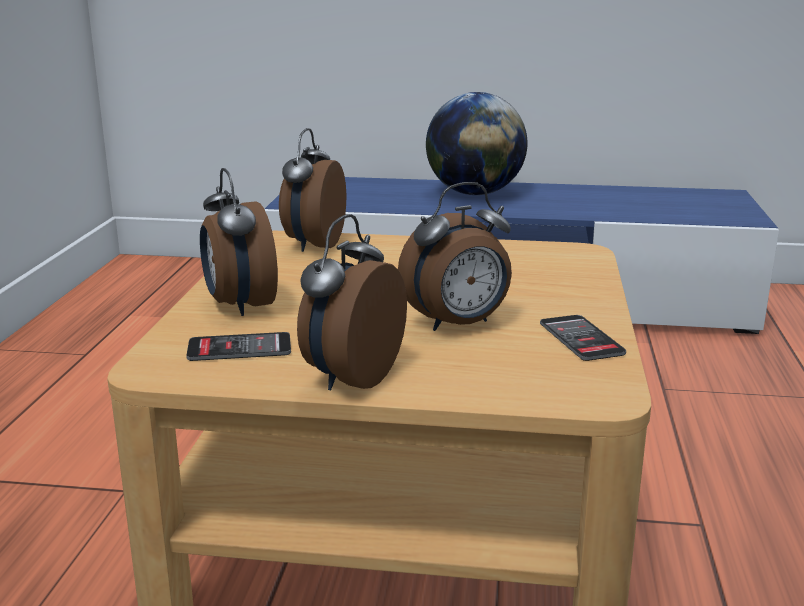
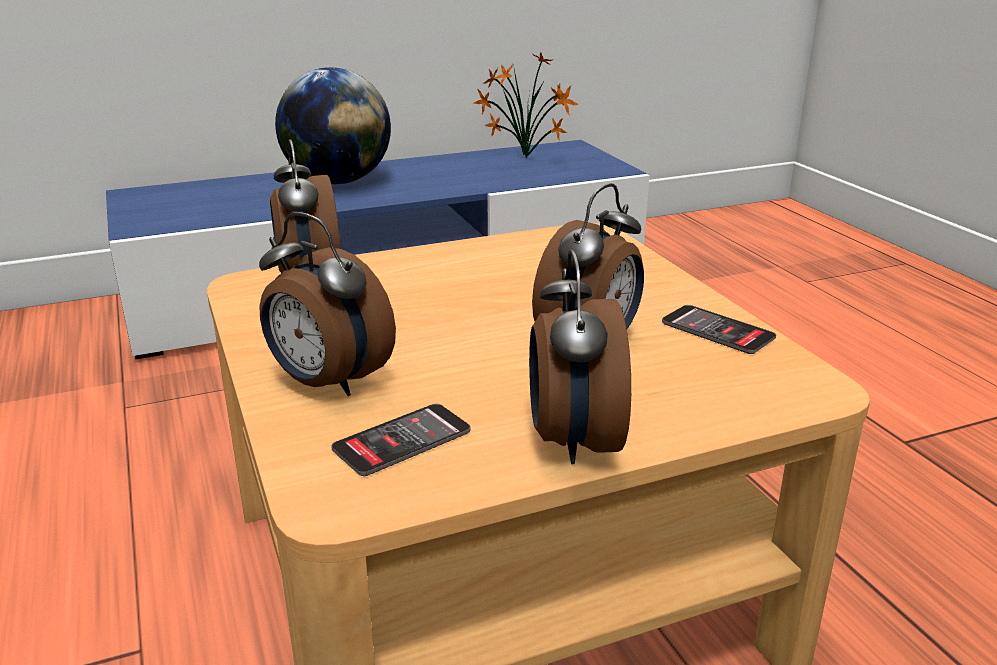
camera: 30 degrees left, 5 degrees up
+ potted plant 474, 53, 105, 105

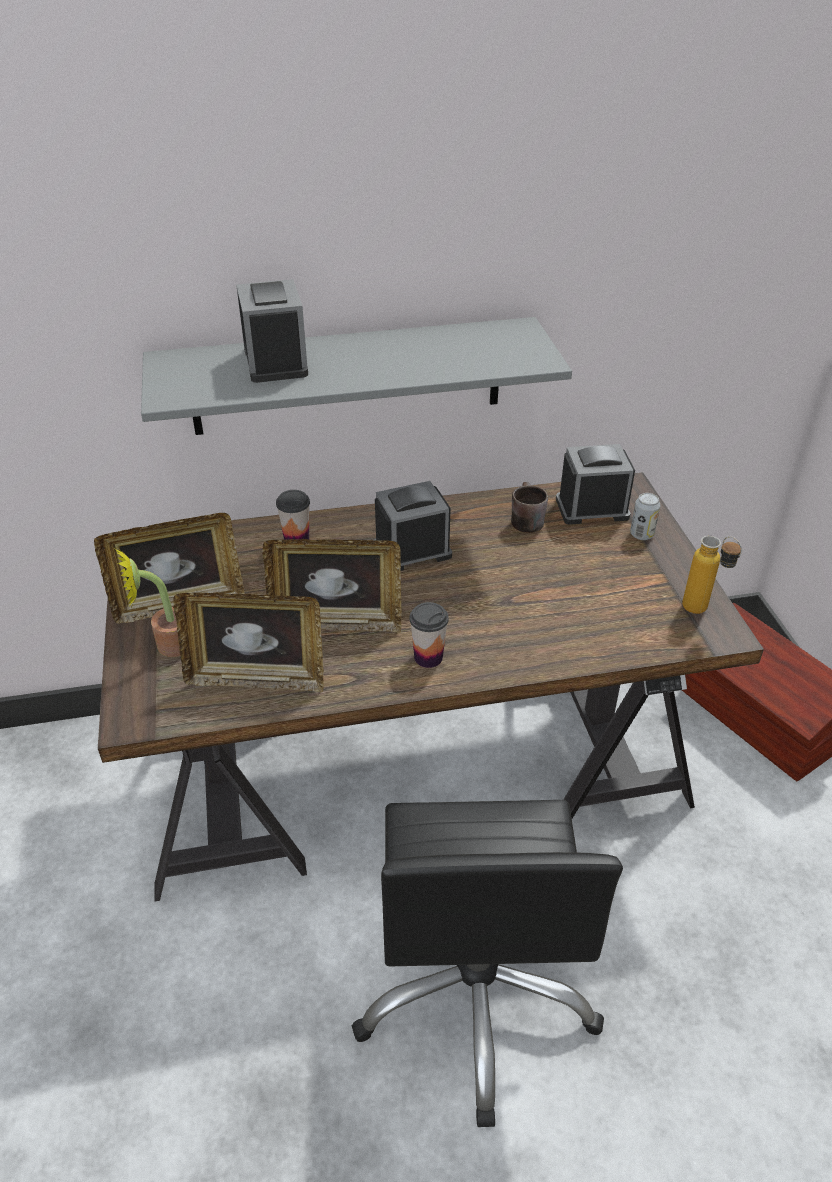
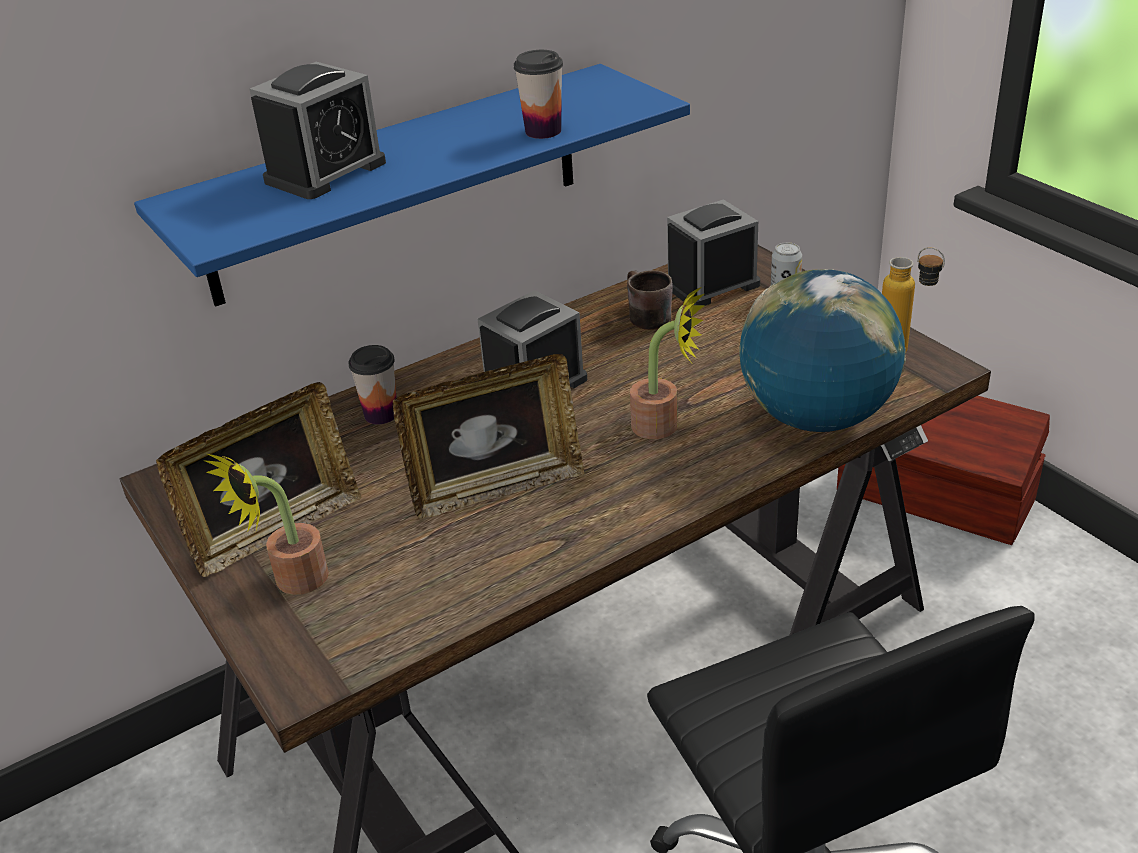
camera: 20 degrees left, 5 degrees down
~ shelf (grey) 141, 317, 431, 118 to shelf (blue) 134, 64, 556, 242
- picture frame 173, 592, 151, 101
~ alarm clock 236, 279, 72, 104 = 249, 62, 137, 137 75 degrees clockwise
~ cup 409, 602, 40, 66 to 514, 50, 49, 89
+ potted plant 630, 287, 75, 152
+ globe 739, 269, 167, 163

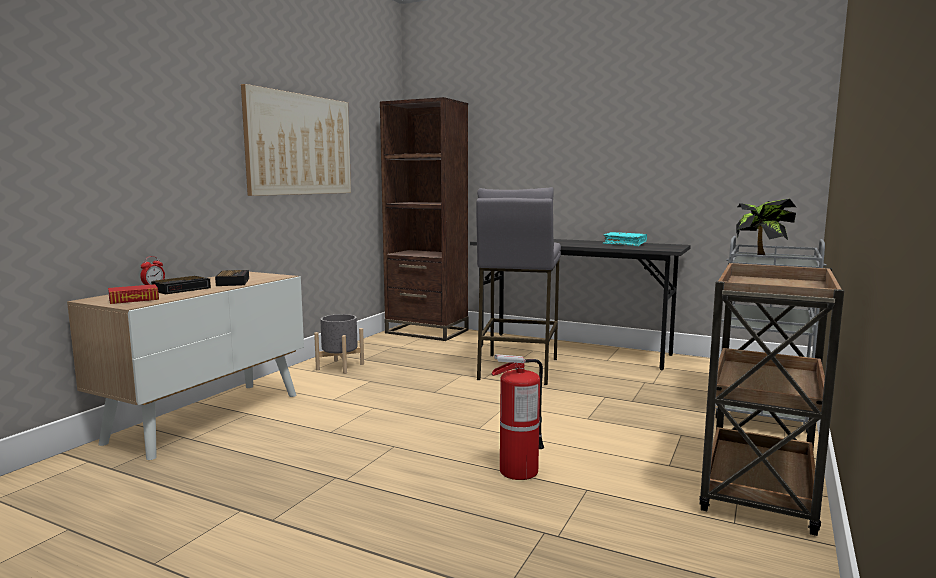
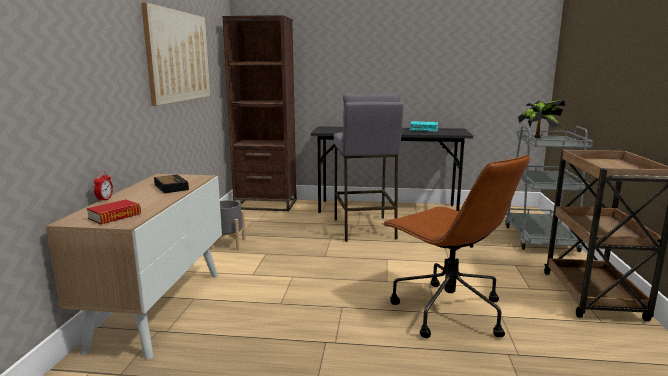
camera: 20 degrees left, 5 degrees up
- alarm clock 151, 276, 60, 18
~ fire extinguisher 491, 354, 53, 126 to office chair (brown) 382, 154, 148, 184

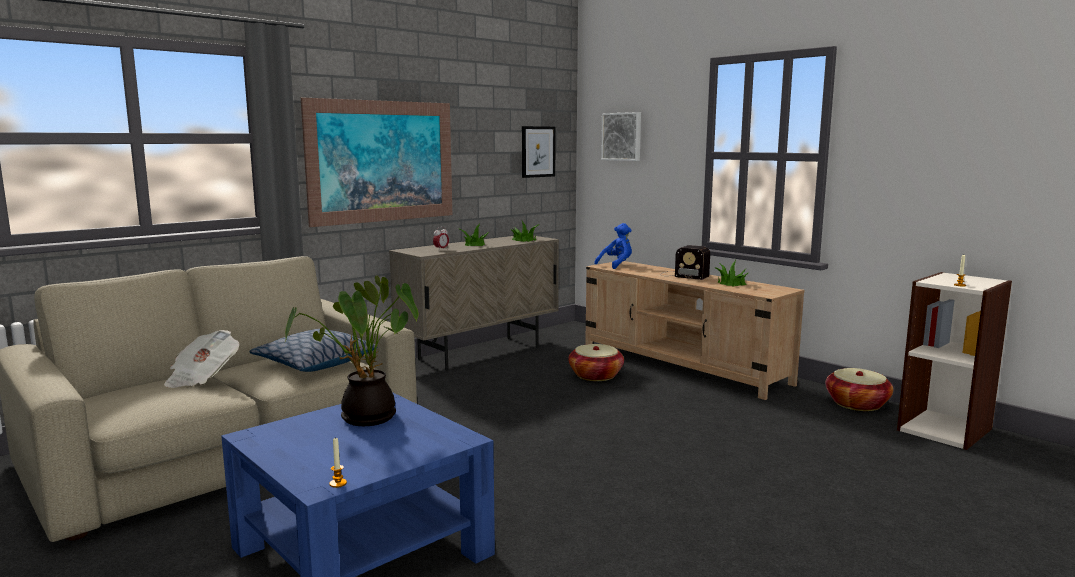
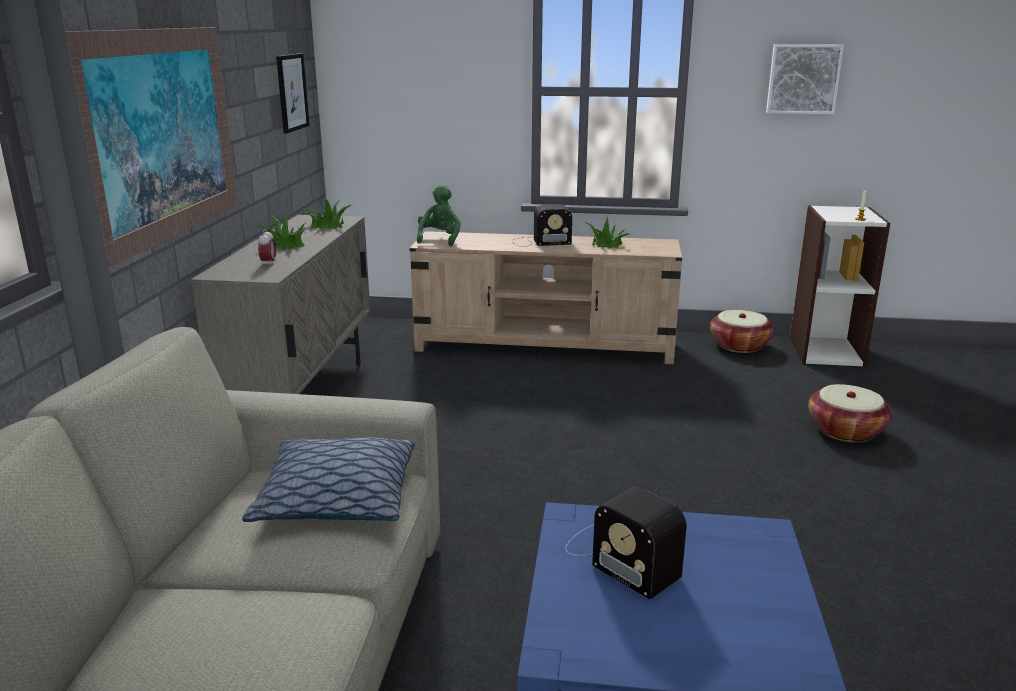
camera: 40 degrees left, 10 degrees up
- newspaper 164, 330, 75, 58
~ potted plant 285, 275, 134, 151 to radio 565, 487, 121, 113
- candle 329, 437, 18, 51
~ basket 568, 344, 56, 37 to 808, 384, 84, 58
~ plush toy (blue) 595, 223, 37, 46 to plush toy (green) 417, 185, 44, 61
~ picture 601, 112, 40, 49 to 766, 44, 78, 70

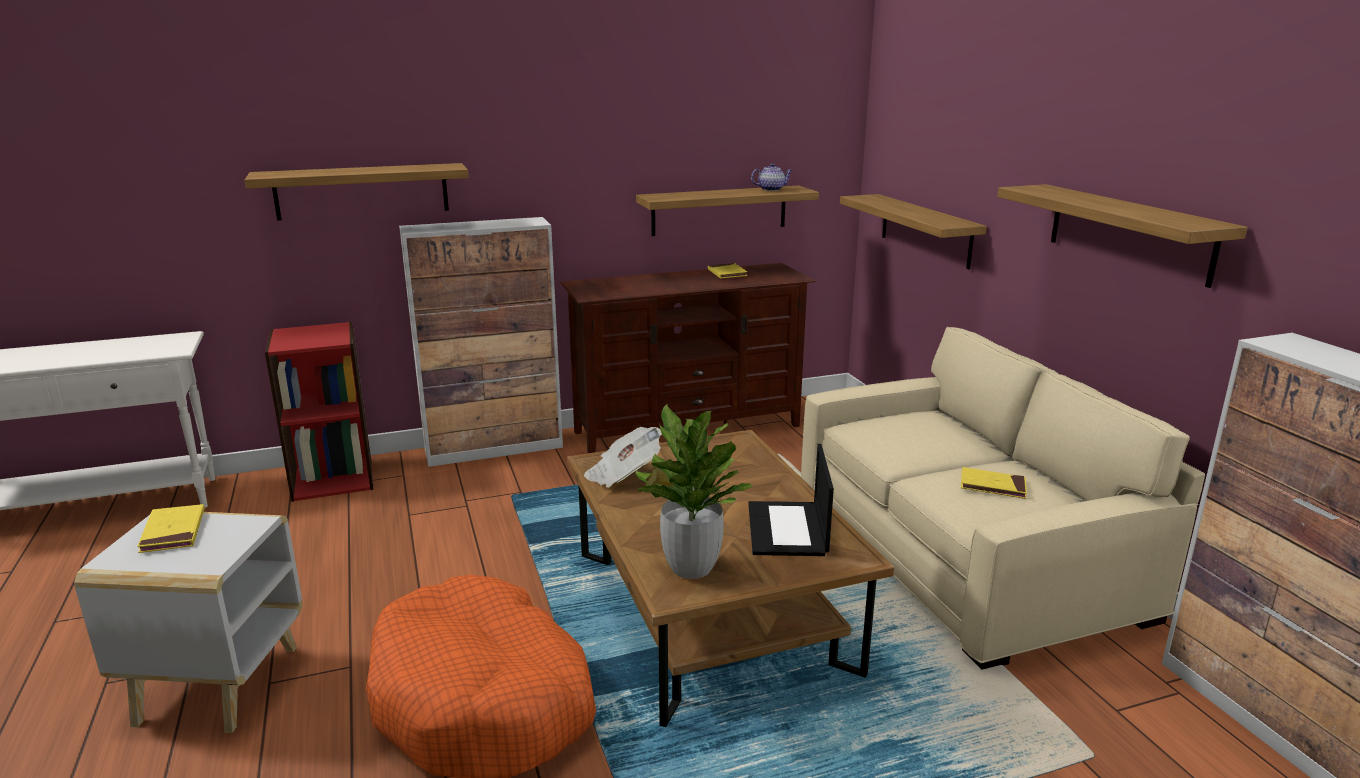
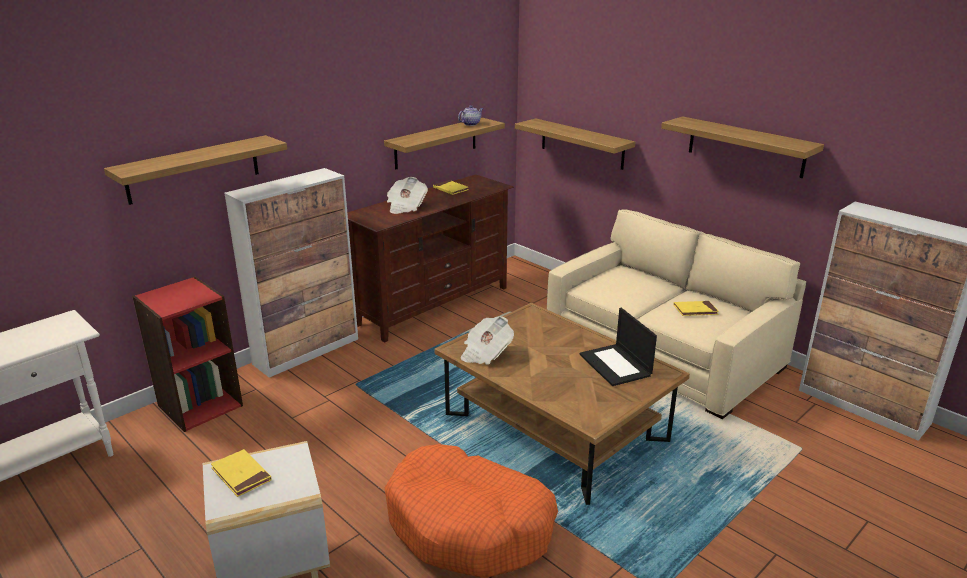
camera: 25 degrees left, 5 degrees up
- potted plant 636, 403, 116, 176
+ newspaper 387, 177, 41, 37

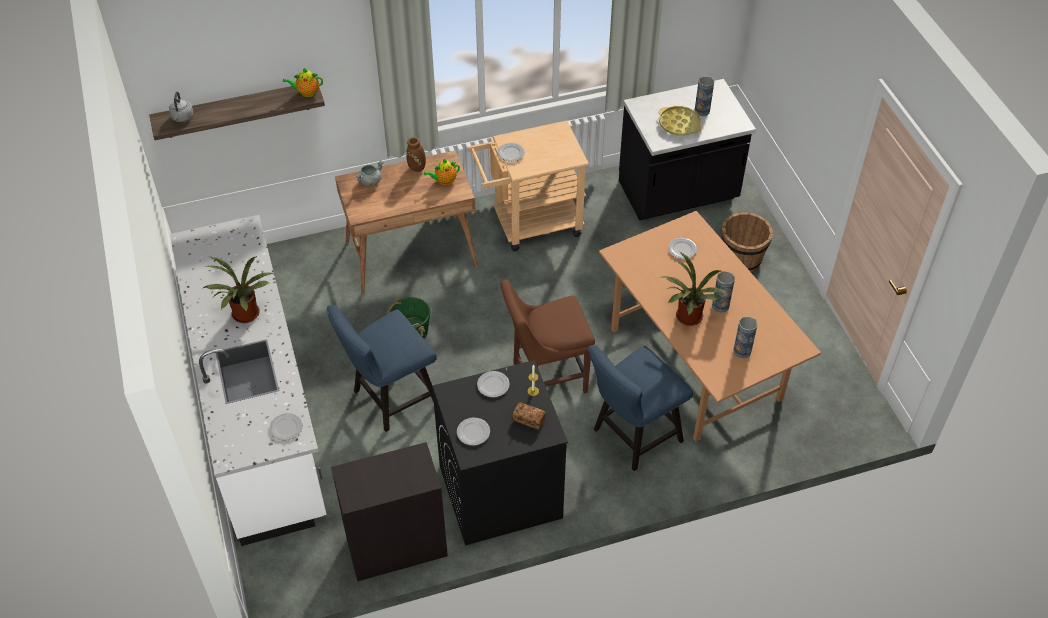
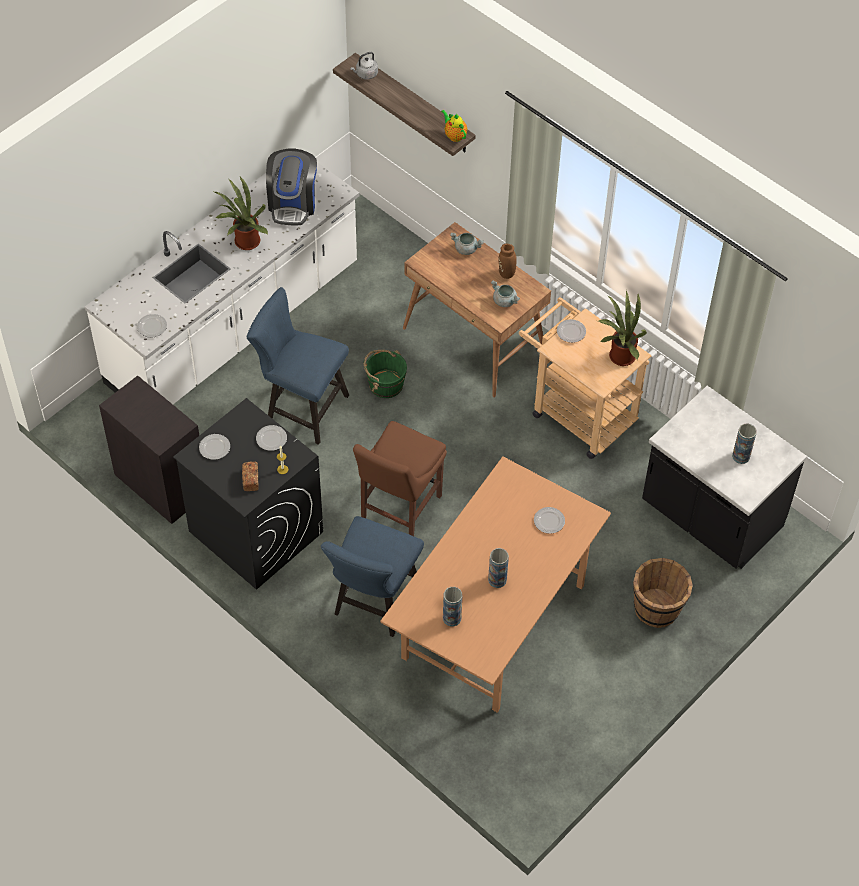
camera: 60 degrees right, 5 degrees up
~ teapot 424, 159, 36, 26 to cooking pot (grey) 491, 280, 29, 27
~ chair (brown) 501, 280, 94, 113 = 353, 421, 94, 115 105 degrees counterclockwise
~ chair (blue) 588, 345, 105, 126 = 321, 516, 103, 121 90 degrees counterclockwise
- tray (yellow) 658, 106, 44, 30
~ potted plant 660, 252, 68, 74 to 598, 290, 49, 76
+ coffee machine 266, 149, 51, 77

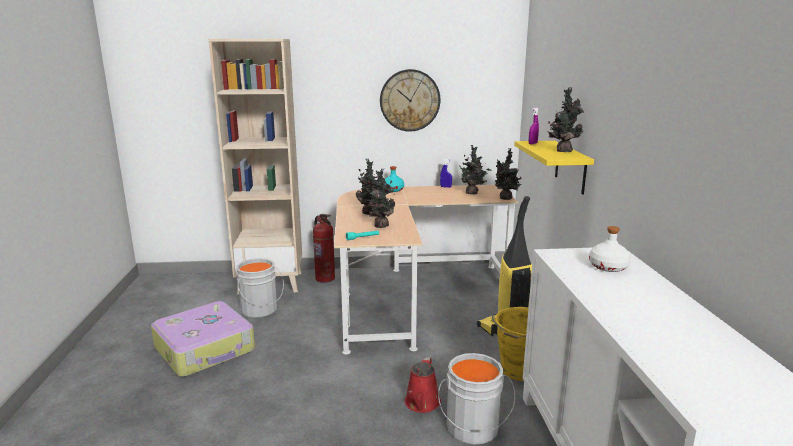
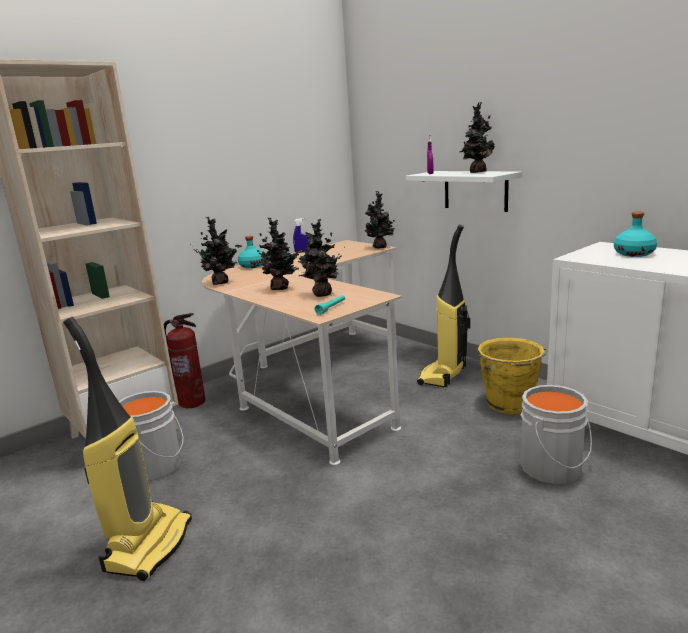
camera: 35 degrees left, 0 degrees up
~ suitcase 151, 301, 104, 76 to vacuum cleaner 63, 317, 129, 264
- wall clock 380, 69, 60, 63
- watering can (red) 405, 357, 36, 56
~ potted plant 459, 145, 33, 50 to 190, 217, 52, 68
~ shelf (yellow) 514, 141, 80, 54 to shelf (white) 406, 171, 116, 41
~ bottle (white) 589, 226, 42, 46 to bottle (turquoise) 614, 212, 43, 45

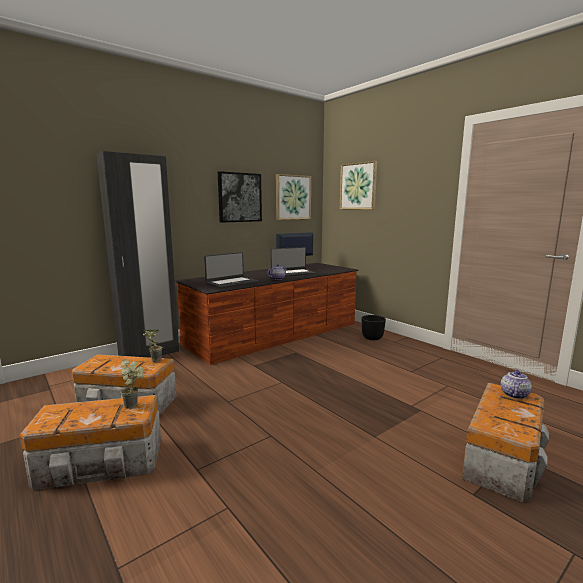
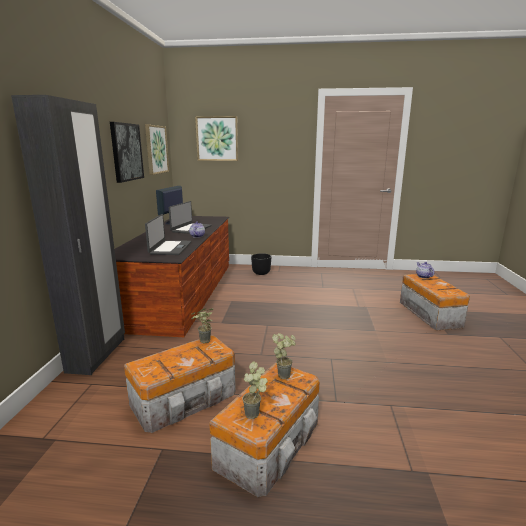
camera: 45 degrees left, 5 degrees up
+ potted plant 242, 361, 26, 58

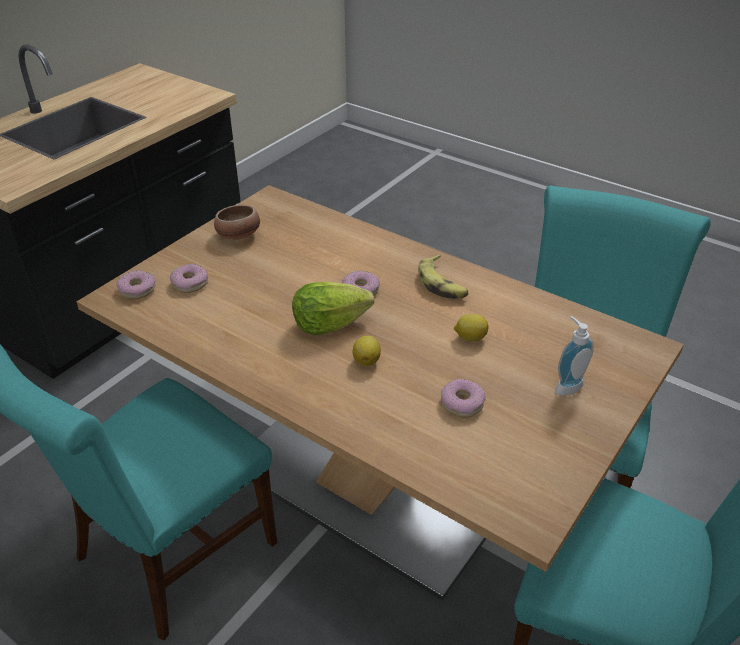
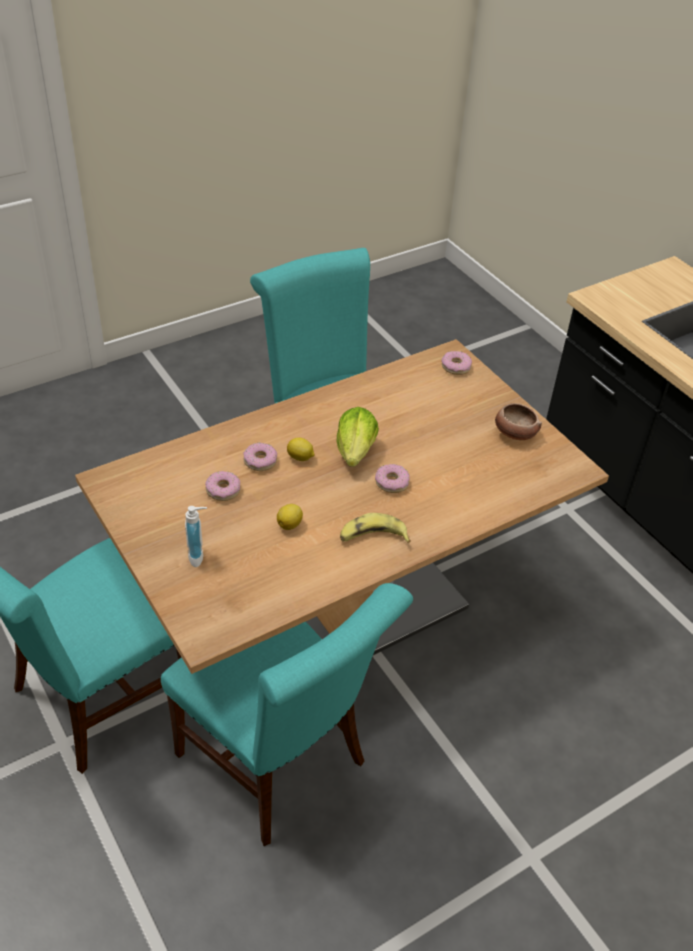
camera: 110 degrees right, 5 degrees up
~ donut 170, 264, 38, 29 to 244, 443, 33, 28

